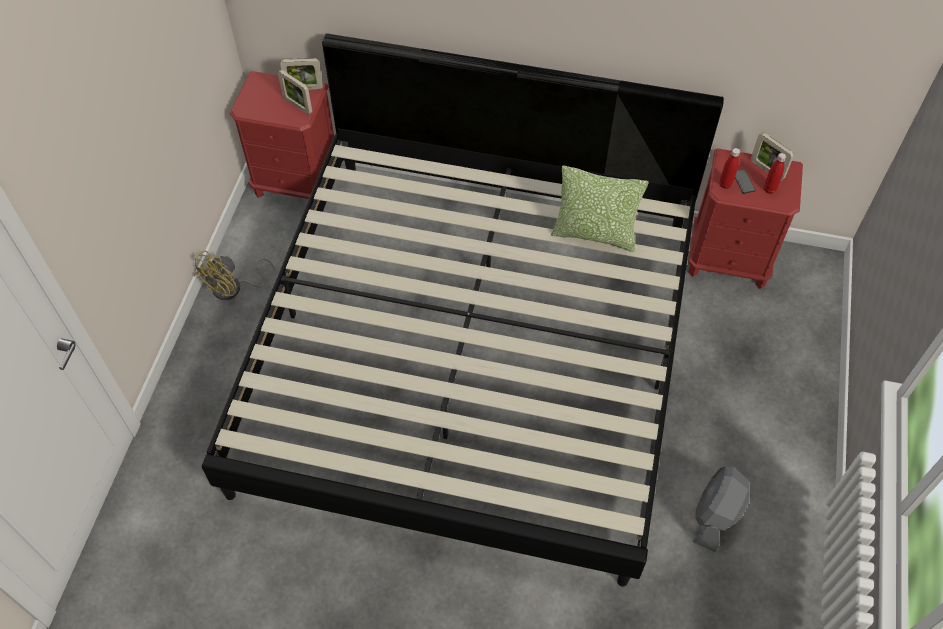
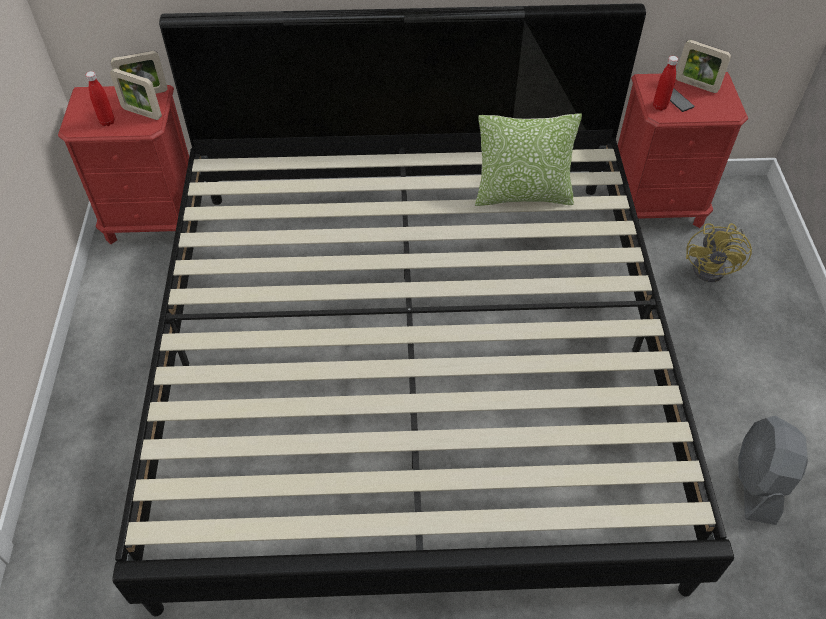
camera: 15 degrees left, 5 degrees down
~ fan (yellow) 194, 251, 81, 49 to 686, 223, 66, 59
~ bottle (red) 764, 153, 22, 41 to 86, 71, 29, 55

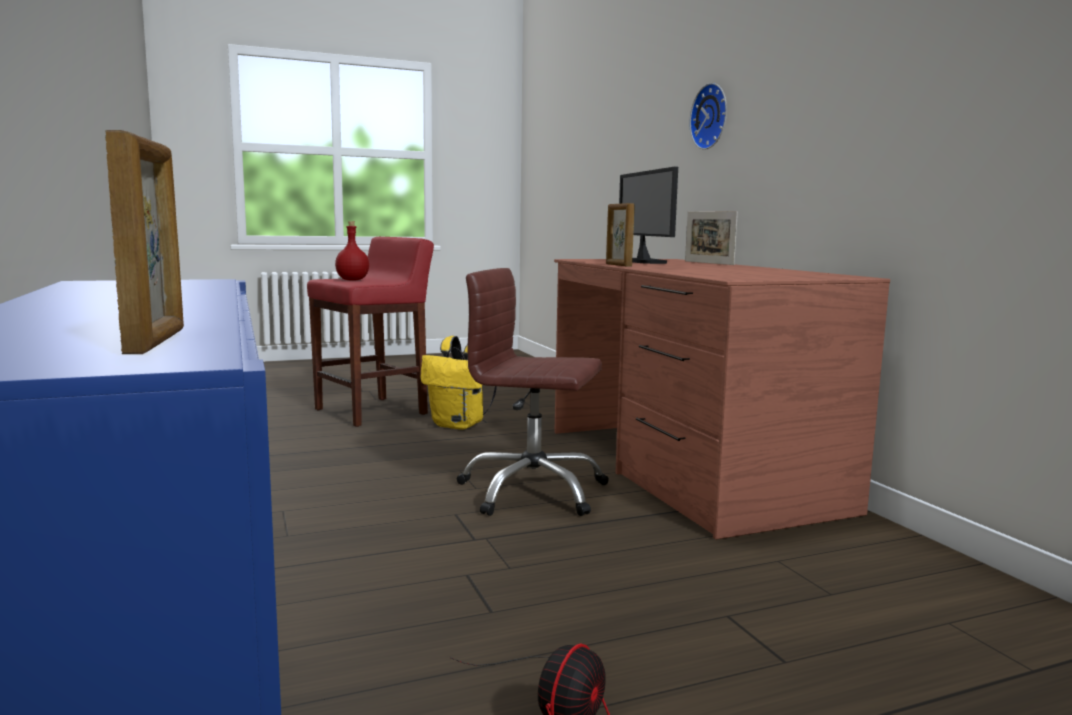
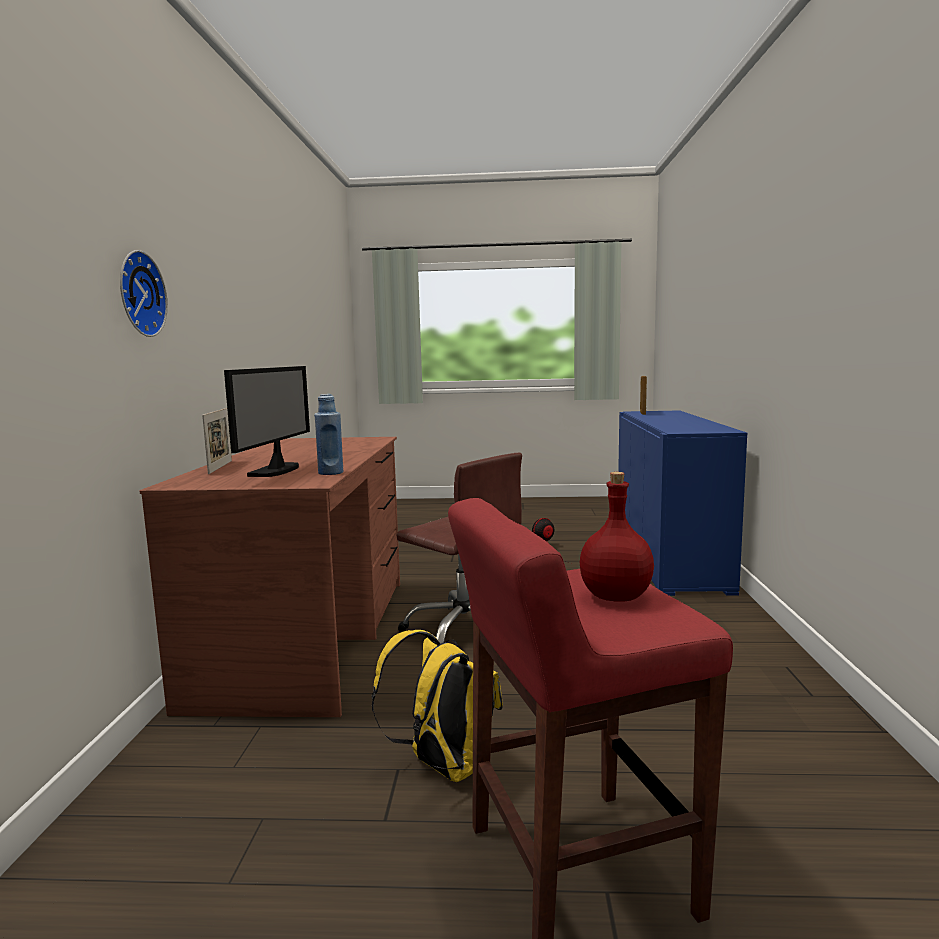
camera: 155 degrees left, 0 degrees up
- picture frame 606, 203, 29, 63
+ bottle (blue) 314, 394, 29, 81

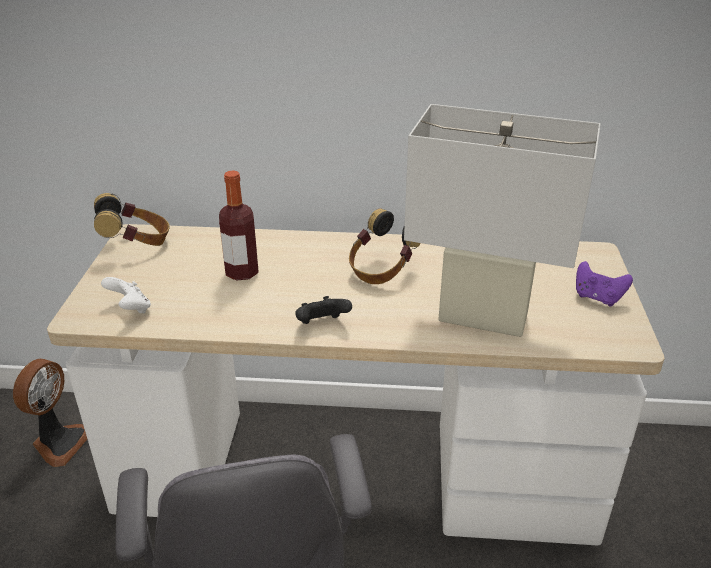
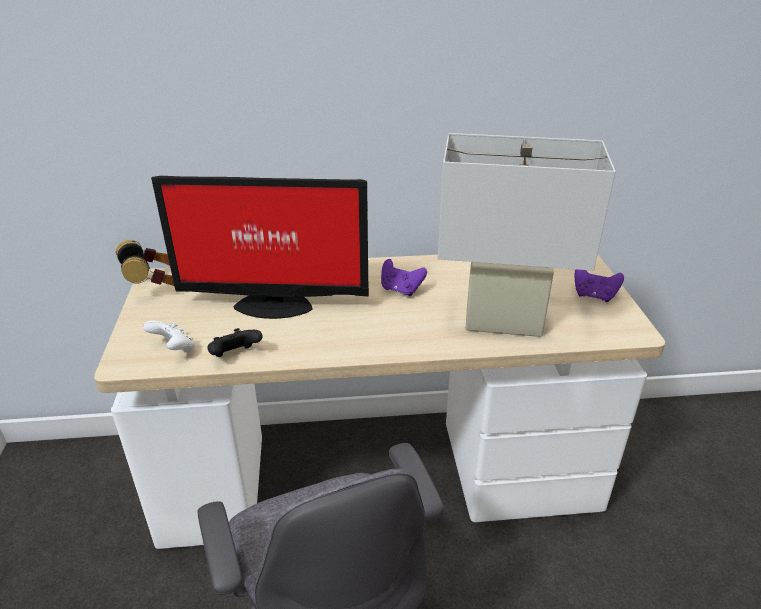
camera: 10 degrees left, 0 degrees up
- fan 13, 359, 74, 108
~ bottle 219, 170, 40, 111 to monitor 151, 176, 218, 143
~ game controller (black) 295, 296, 57, 28 to 207, 328, 56, 29
~ headphones 349, 208, 72, 76 to game controller (purple) 381, 259, 46, 37

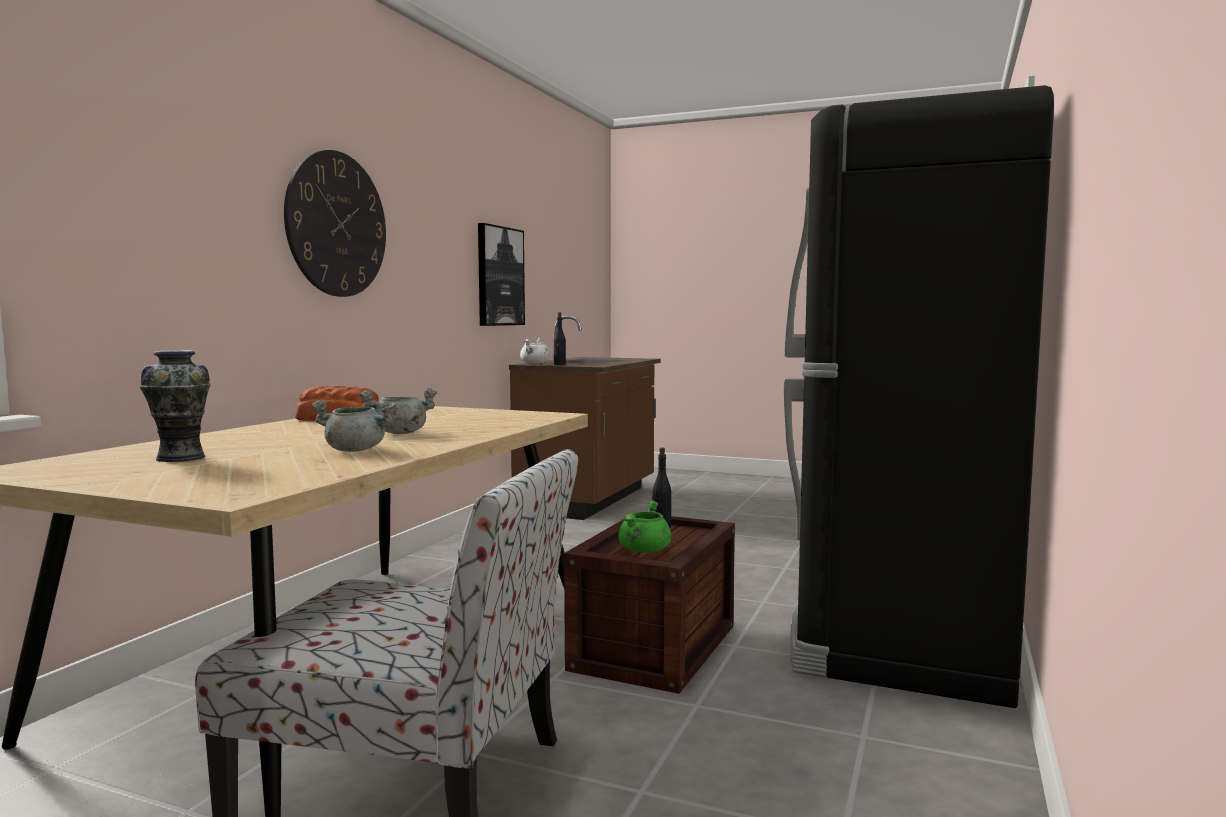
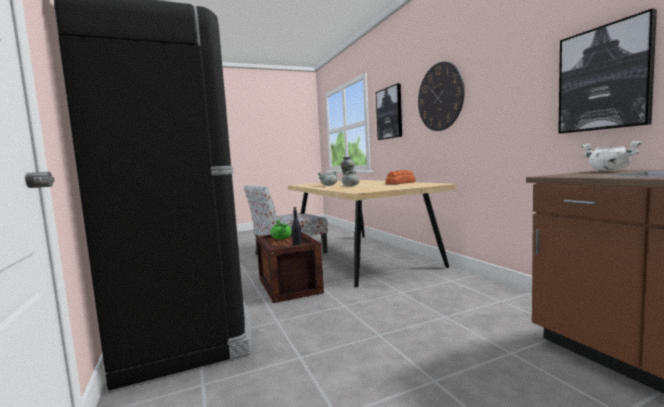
camera: 135 degrees right, 0 degrees up
- bottle (black) 554, 312, 12, 53
+ picture 376, 83, 26, 57

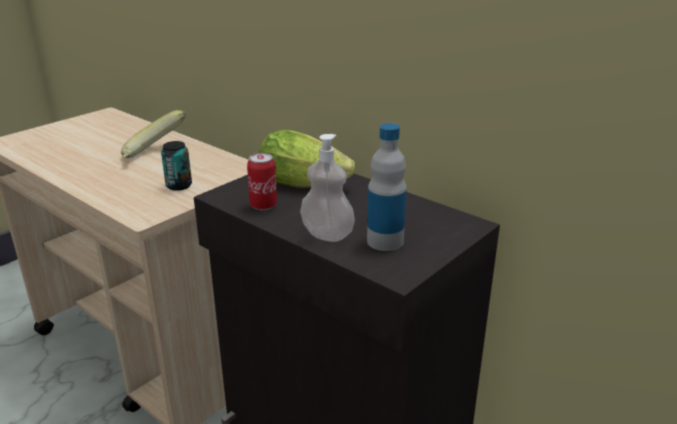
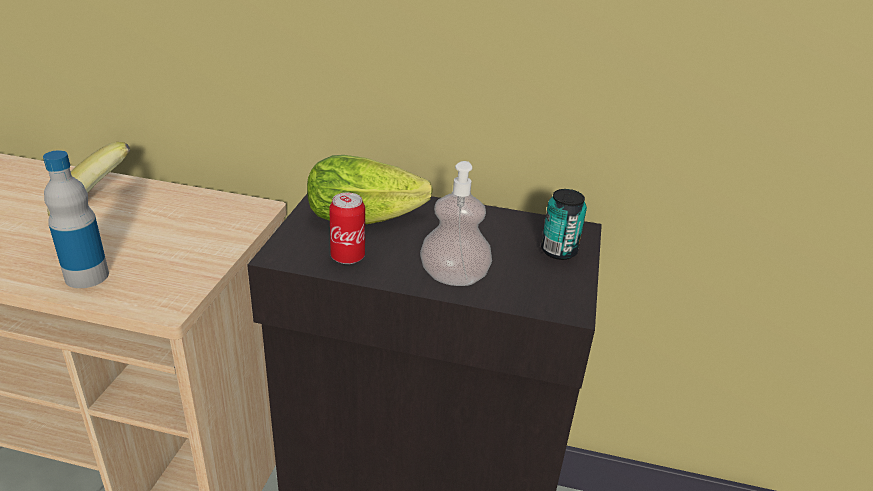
camera: 30 degrees left, 5 degrees up
~ can 161, 141, 31, 50 to 541, 189, 46, 71
~ bottle 367, 123, 40, 128 to 43, 150, 66, 138

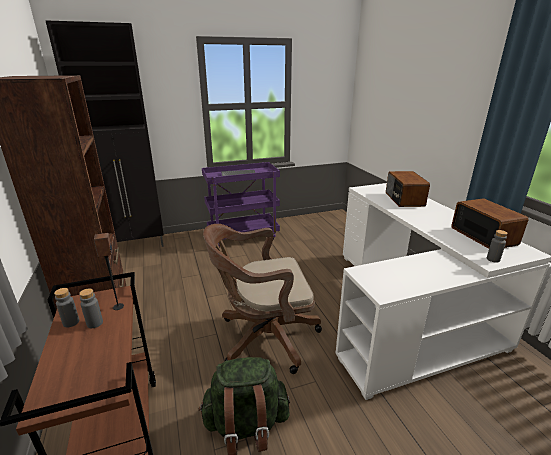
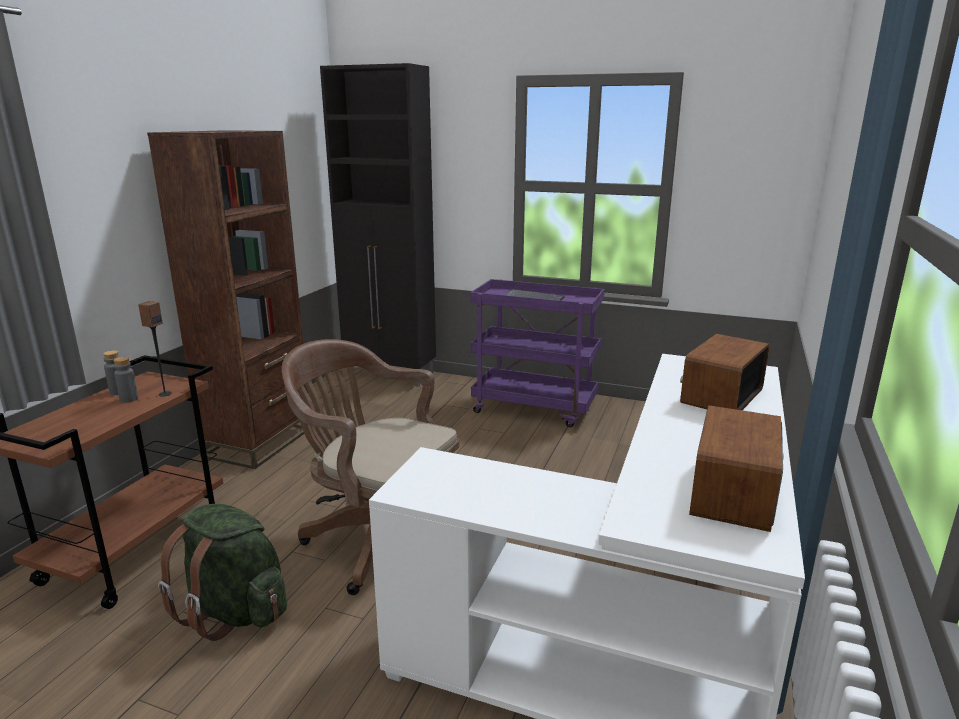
camera: 40 degrees right, 5 degrees down
- bottle (grey) 487, 230, 21, 33

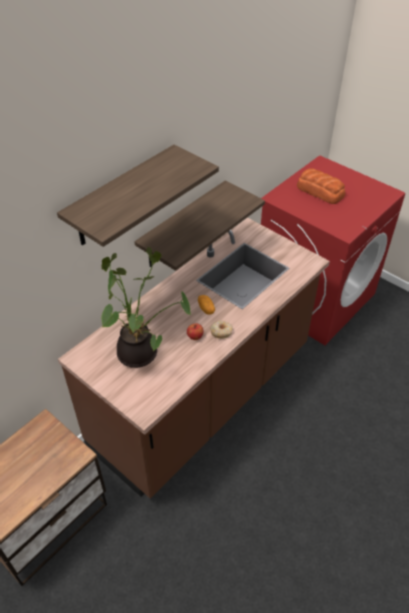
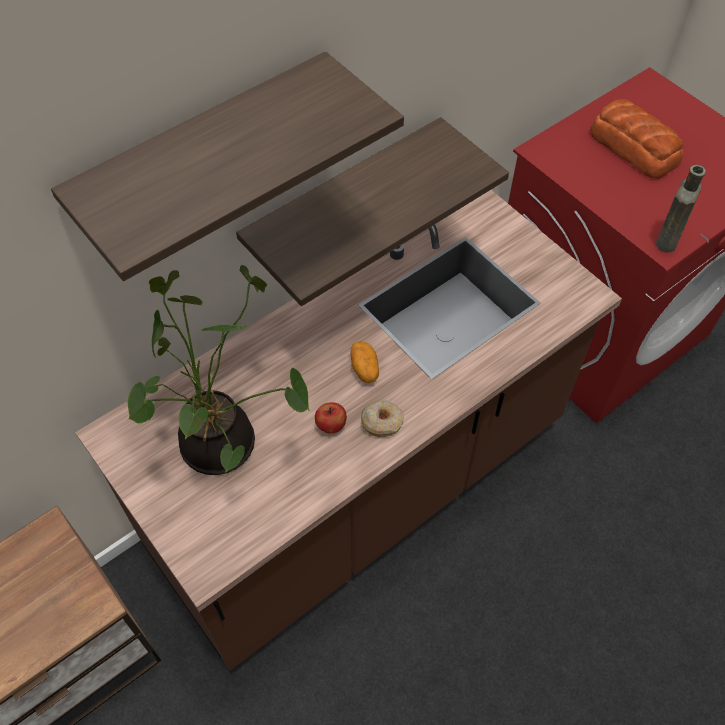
camera: 10 degrees right, 10 degrees up
+ bottle (brown) 656, 165, 50, 88

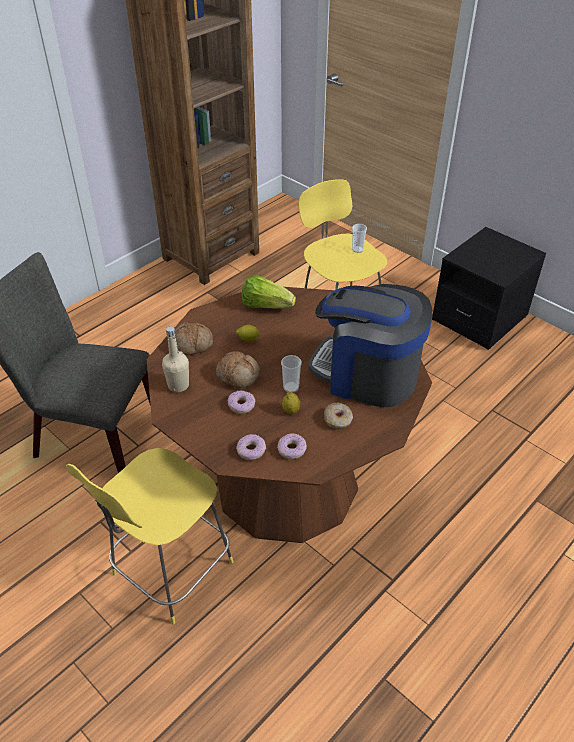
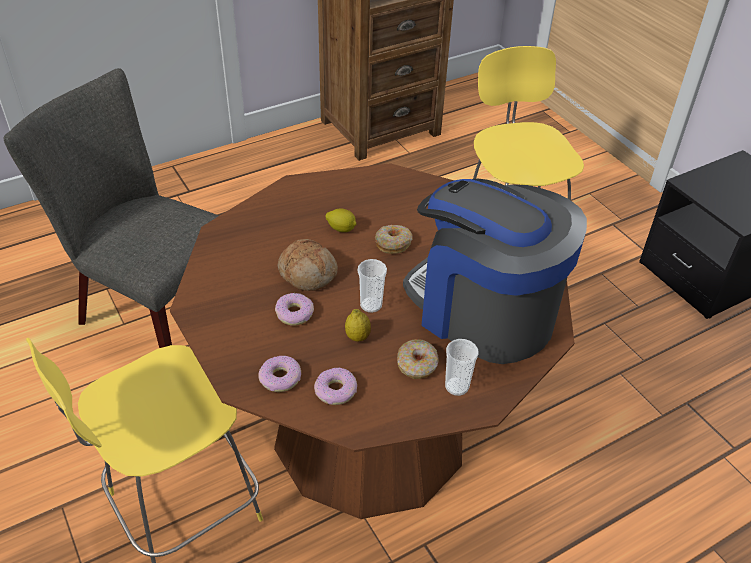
camera: 15 degrees right, 0 degrees up
- bottle (beige) 162, 326, 27, 66
- bread 175, 322, 38, 33
- lettuce 242, 275, 54, 33
~ cup 352, 224, 15, 29 to 445, 339, 34, 57
+ donut 375, 225, 38, 29

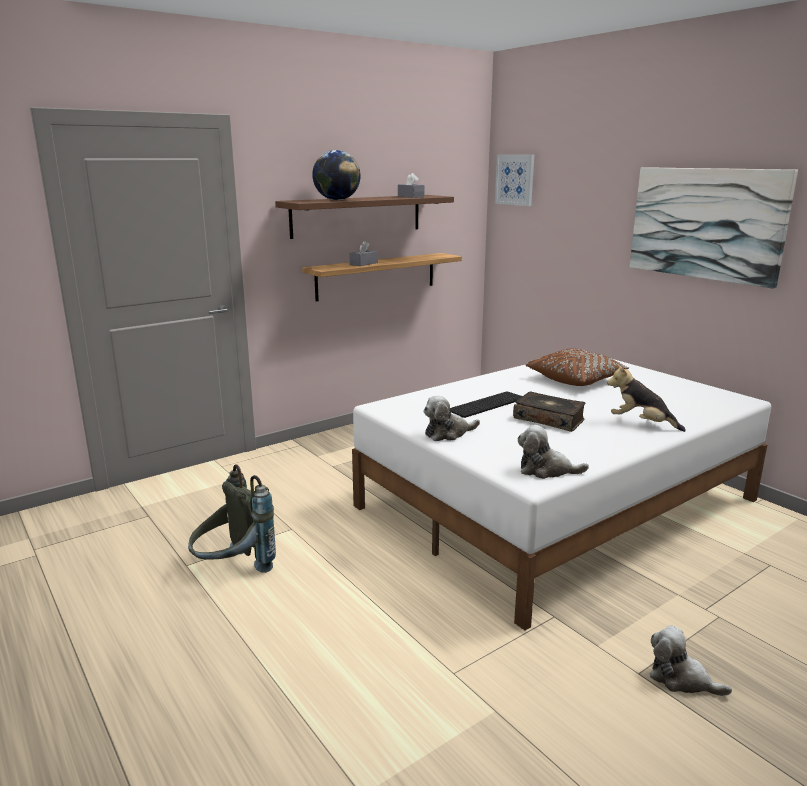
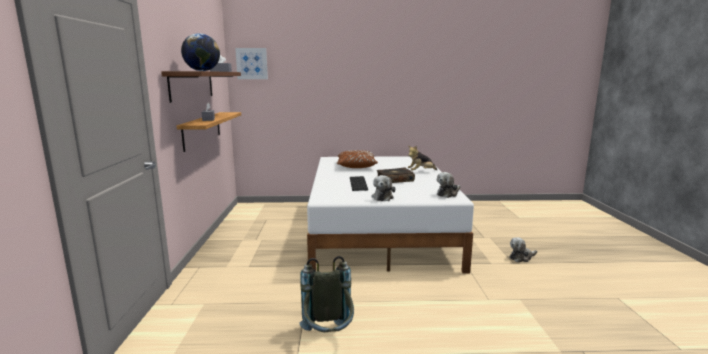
camera: 55 degrees left, 5 degrees down
- picture 630, 167, 168, 122

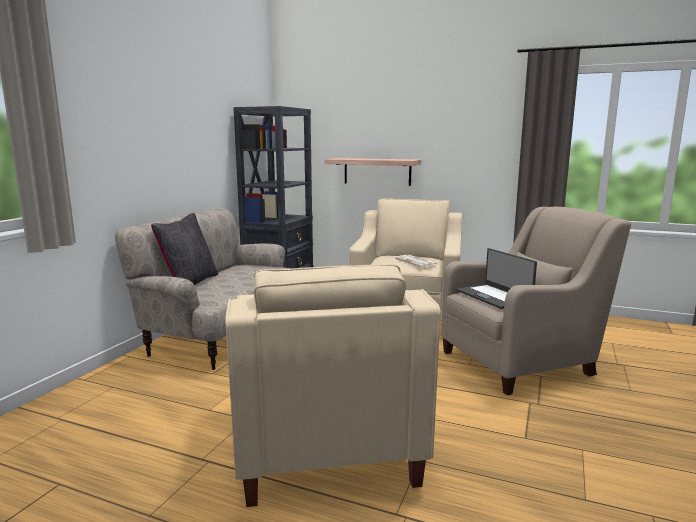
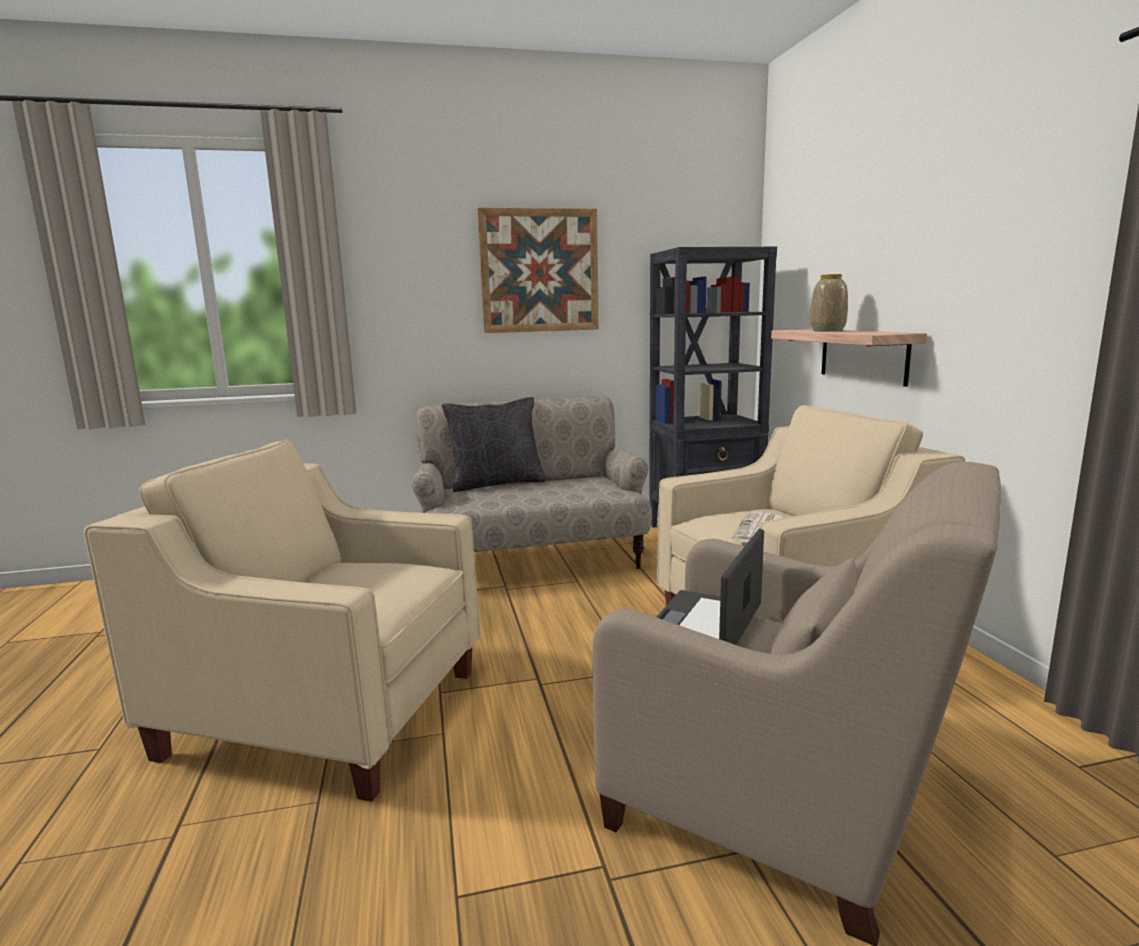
camera: 55 degrees right, 0 degrees up
~ armchair (beige) 225, 264, 216, 243 = 84, 440, 396, 362 60 degrees clockwise
+ picture 477, 208, 122, 125
+ vase 810, 274, 38, 58

